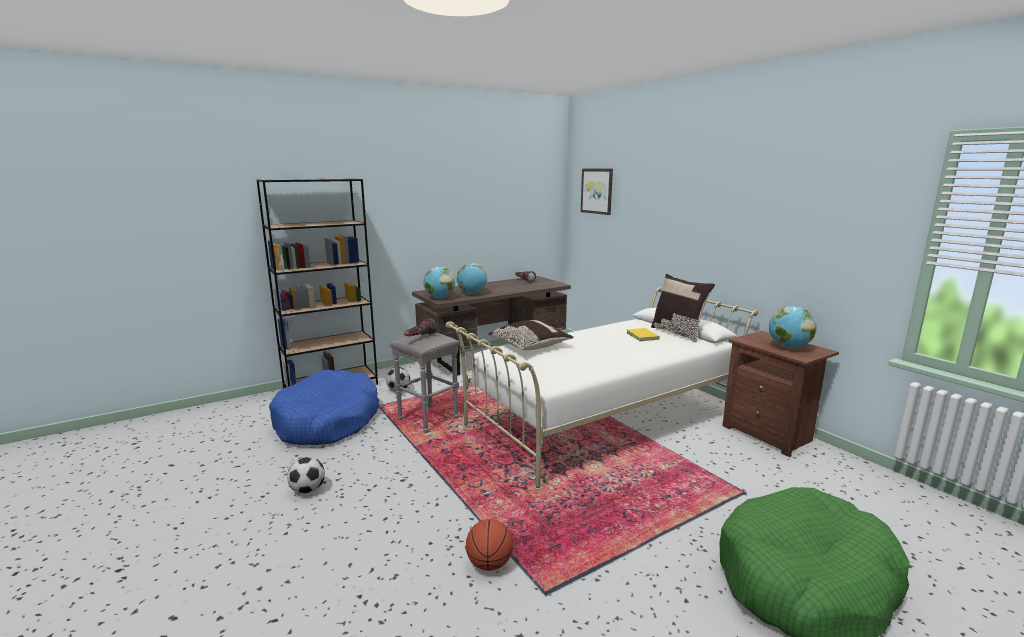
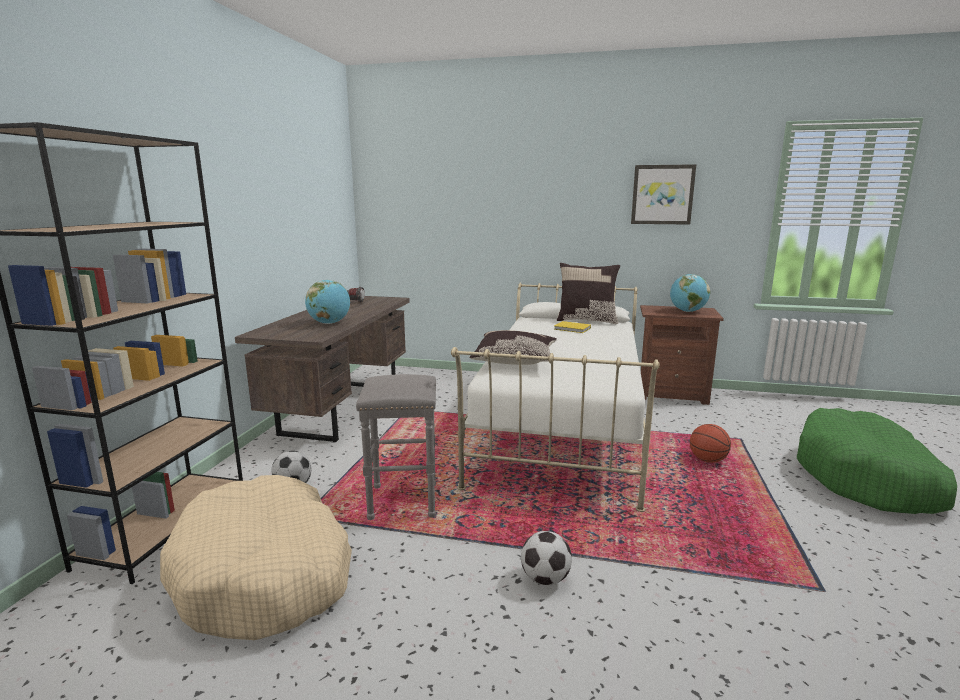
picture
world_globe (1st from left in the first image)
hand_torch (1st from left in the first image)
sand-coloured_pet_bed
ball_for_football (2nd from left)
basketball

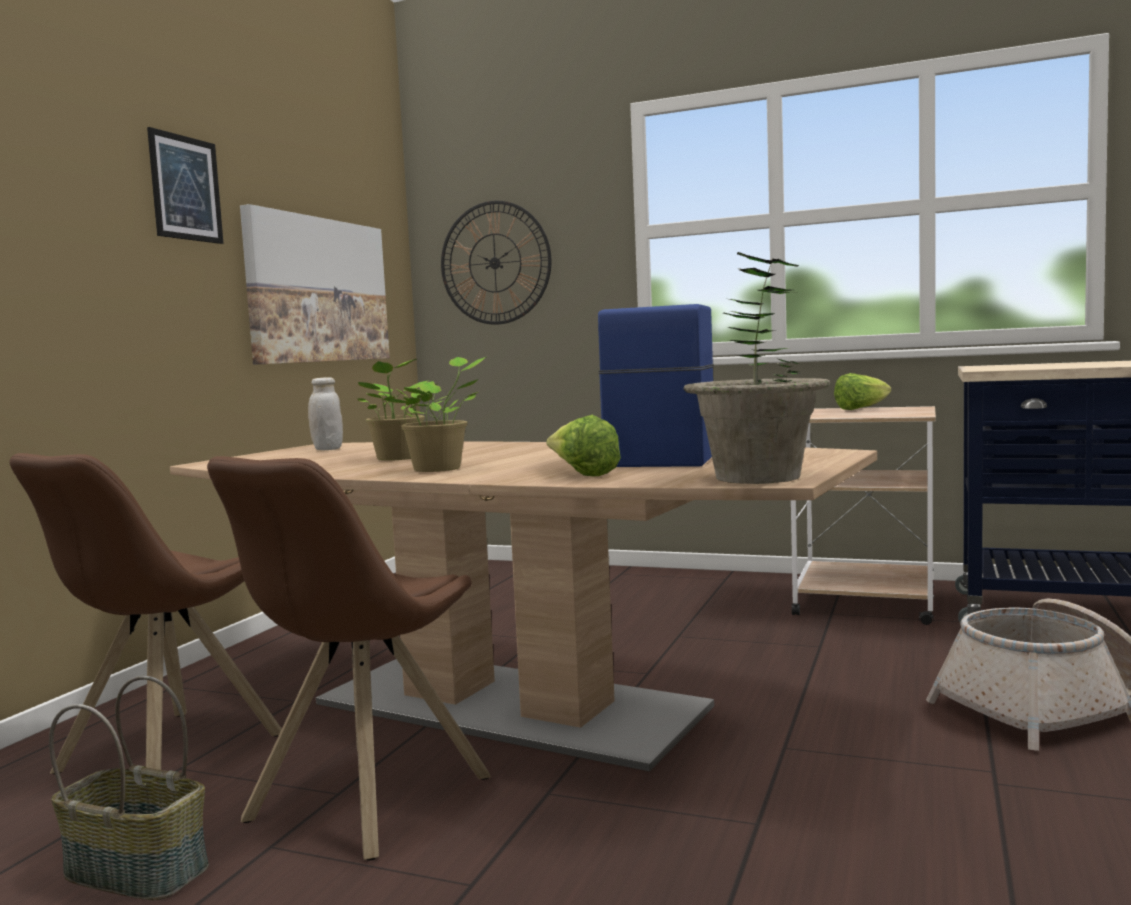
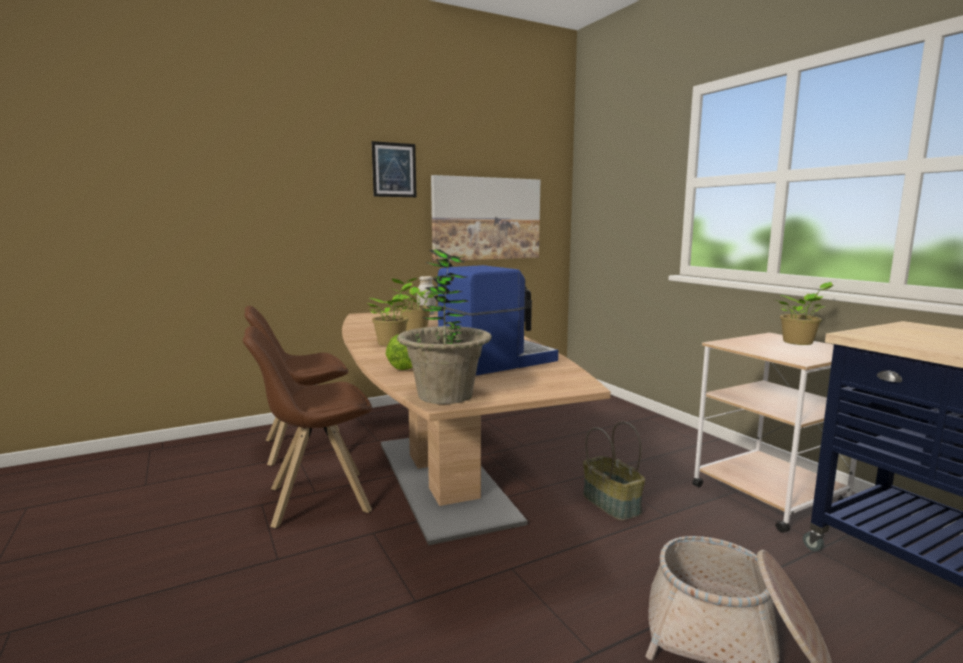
hanging_clock
potted_plant (4th from left)
basket (1st from left)

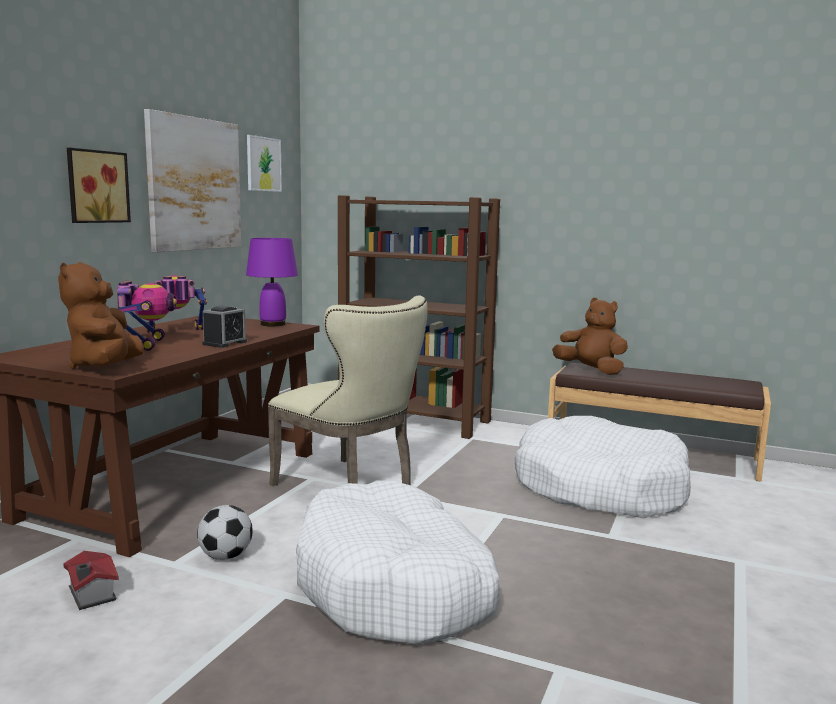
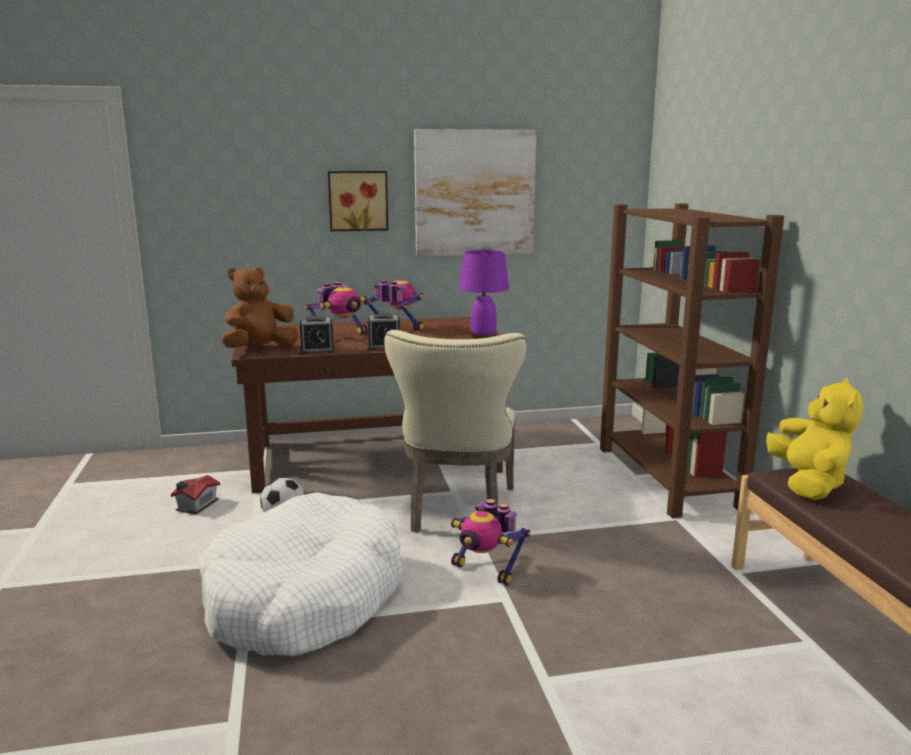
picture (3rd from left in the first image)
yellow_soft_toy
white_pet_bed (2nd from left in the first image)
alarm_clock (1st from left)
toy_robot (3rd from left)

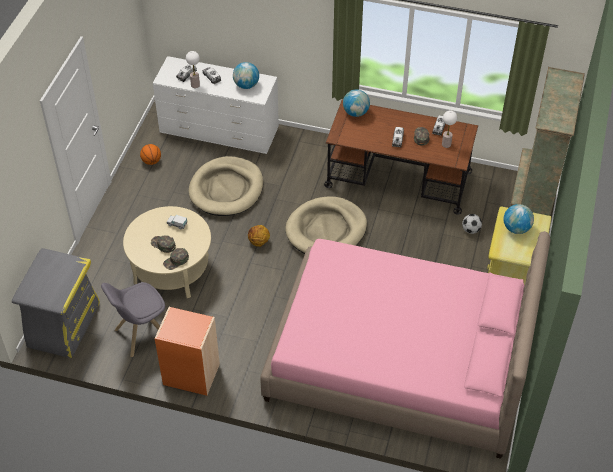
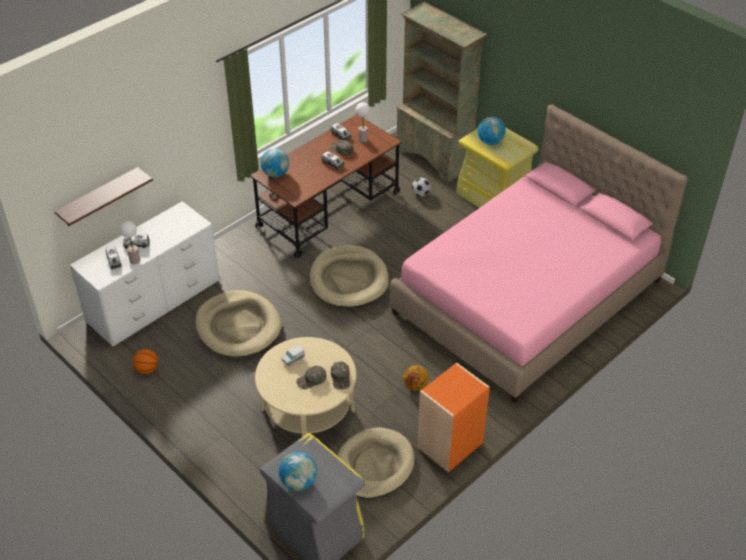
world_globe (2nd from left)
basketball (2nd from left)
sand-coloured_pet_bed (3rd from left)
wall_shelf

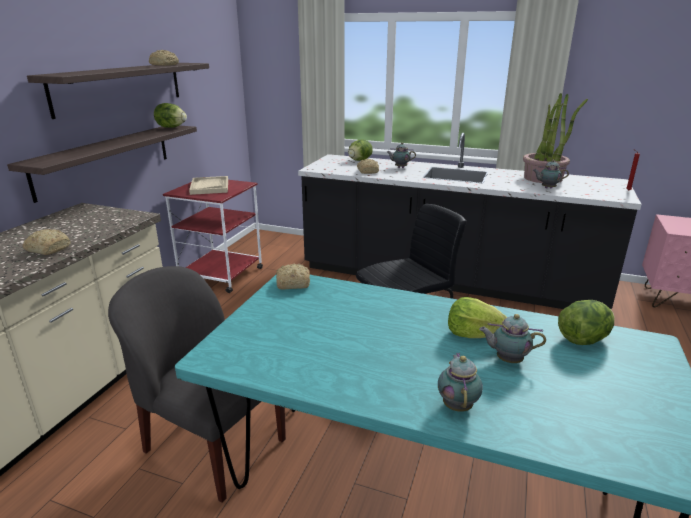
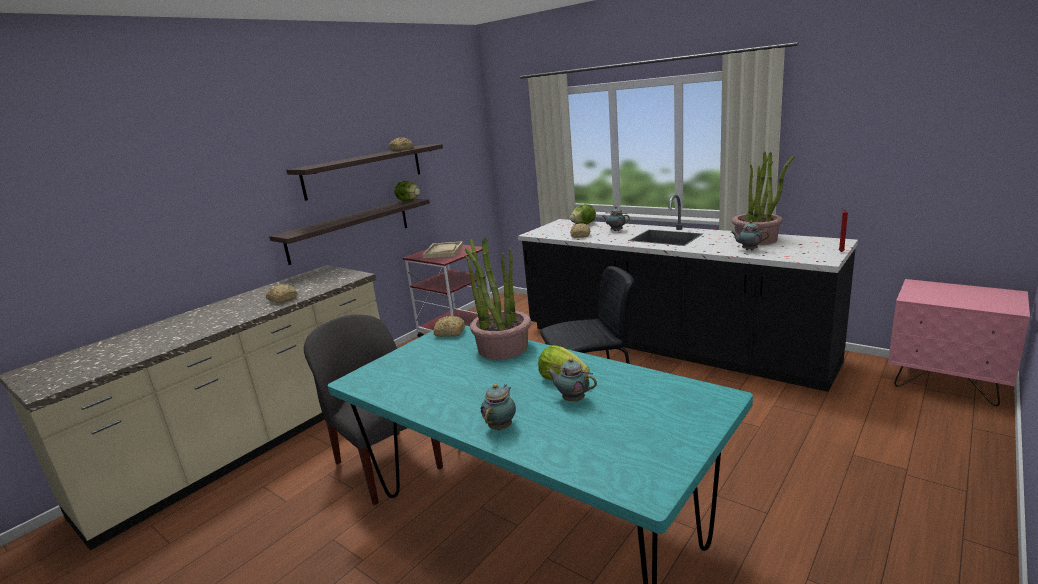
lettuce_head (4th from left in the first image)
potted_plant (1st from left)

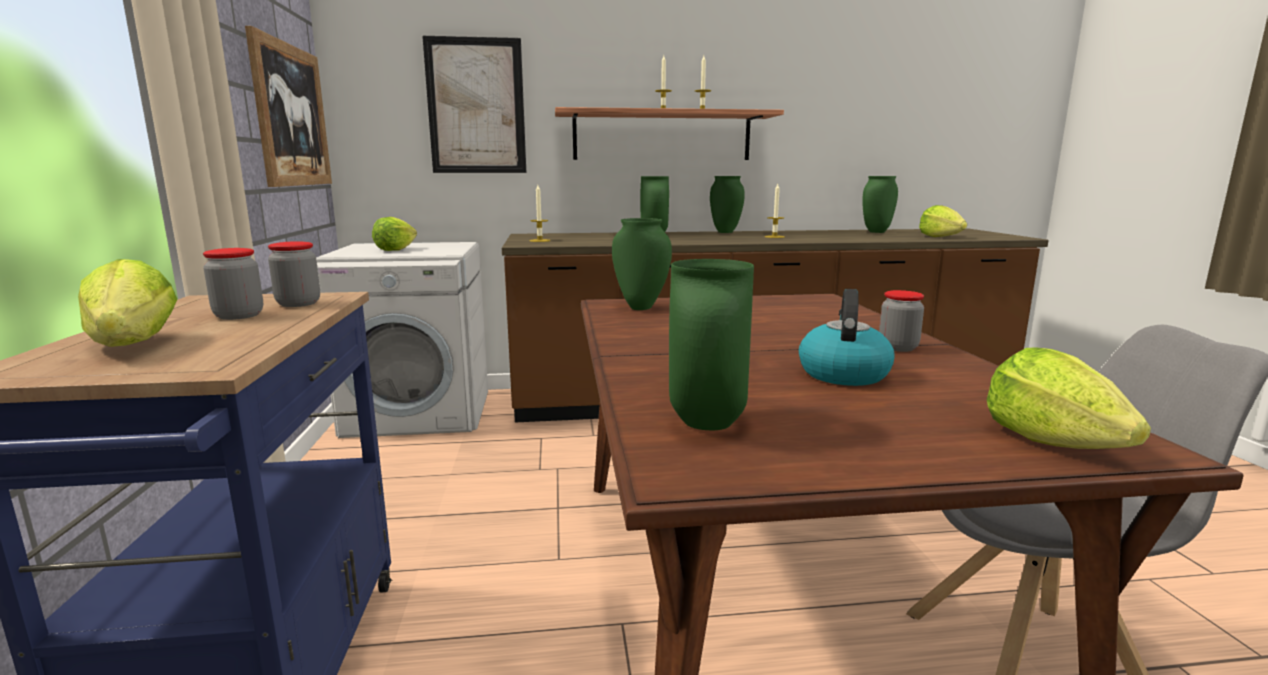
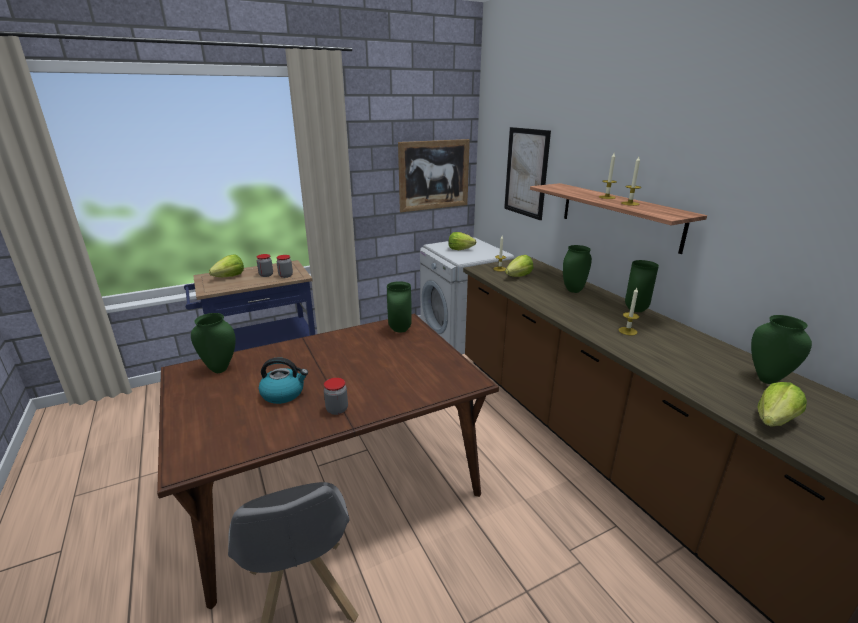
lettuce_head (3rd from left)

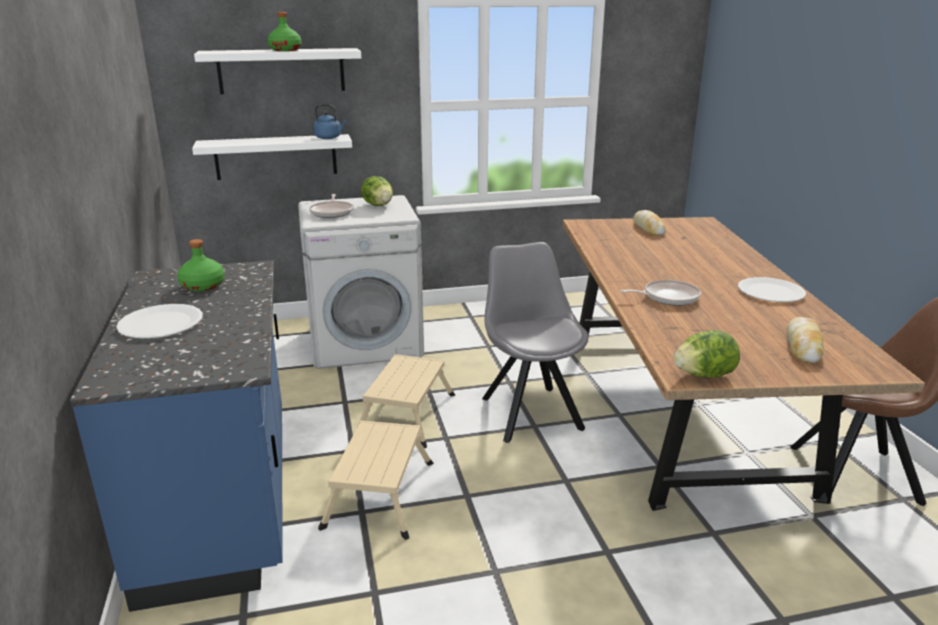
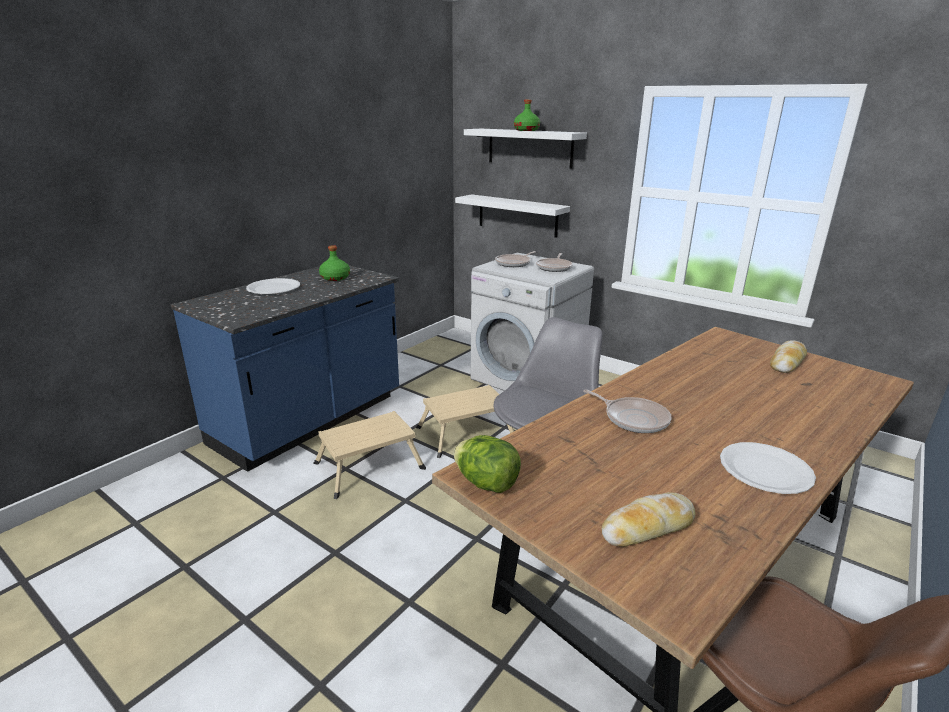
blue-coloured_water_kettle
frying_pan (2nd from left)

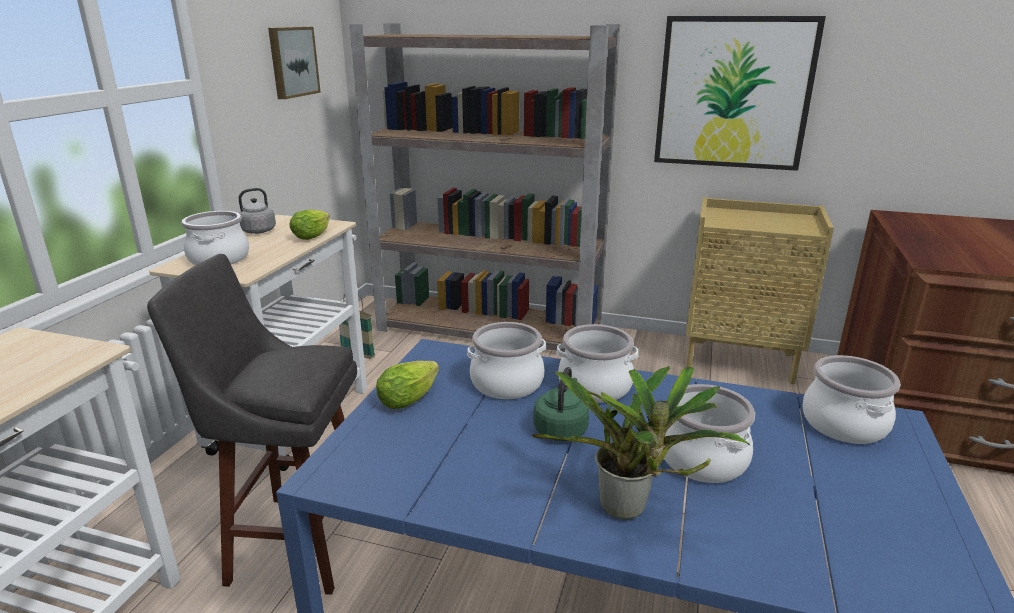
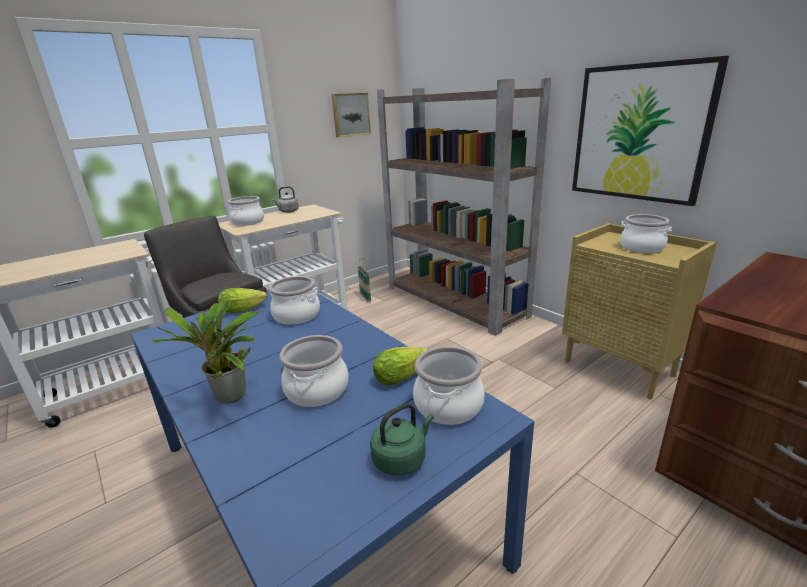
lettuce_head (2nd from left)
stockpot (5th from left)
green_water_kettle

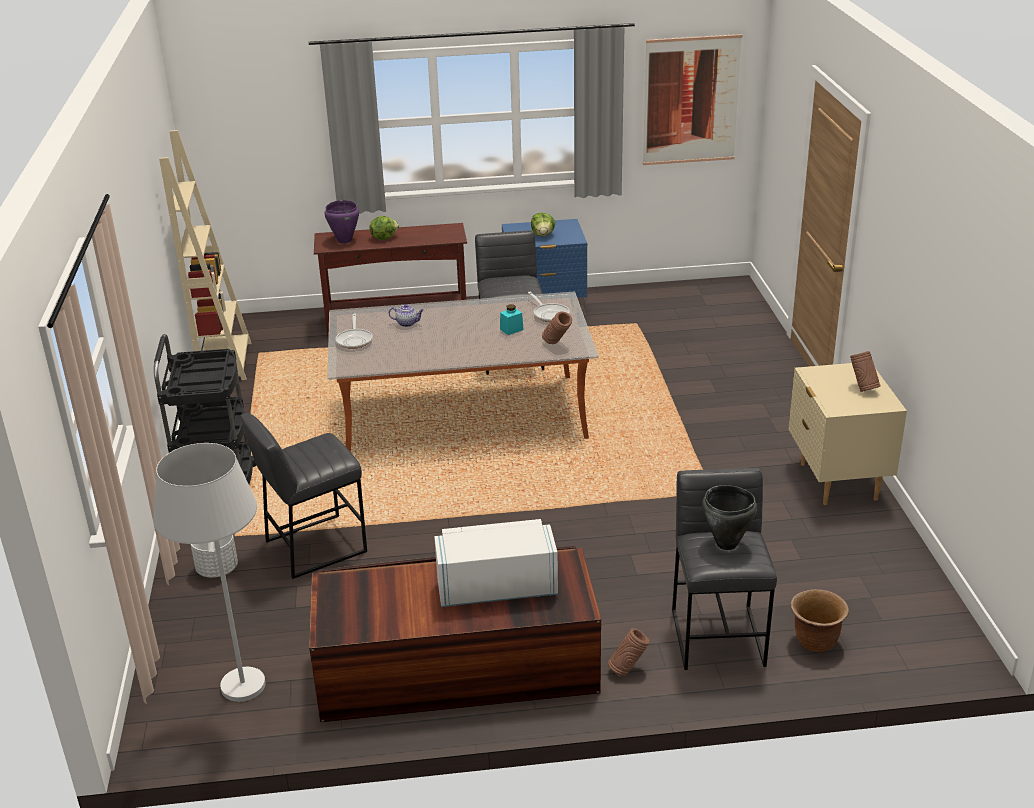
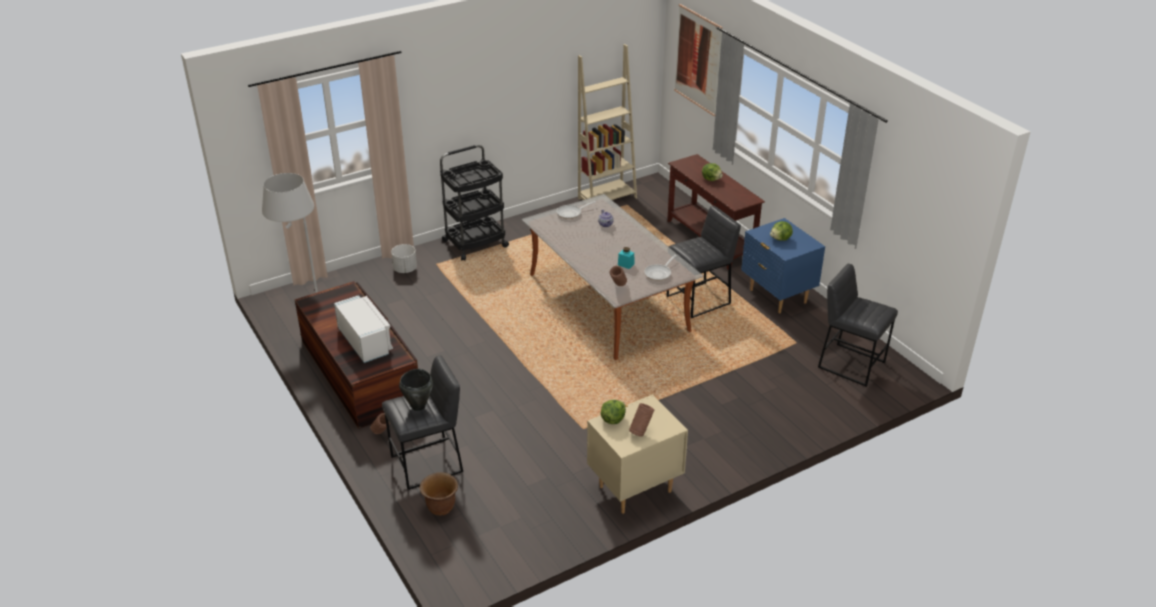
picture
purple-coloured_stockpot
greyish_stool_seat (3rd from left)
lettuce_head (1st from left)

